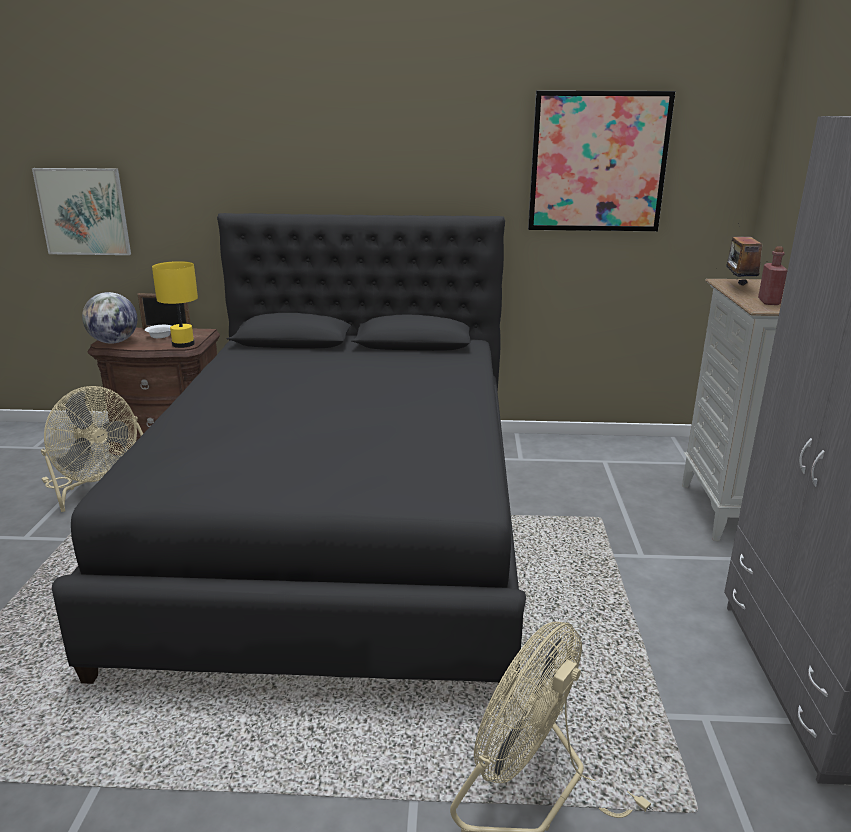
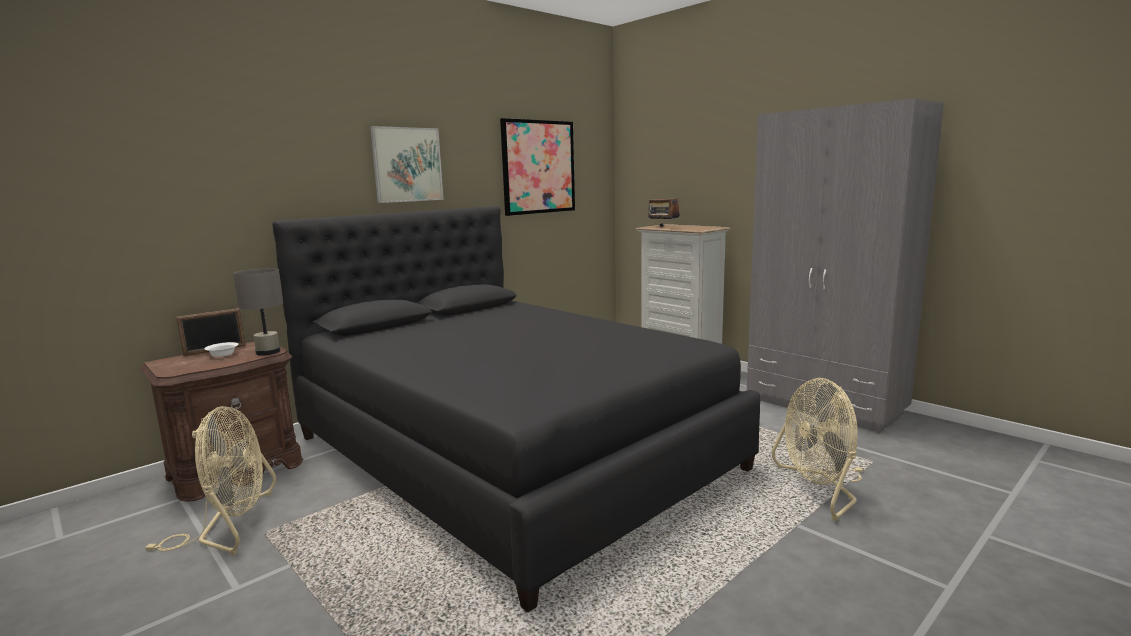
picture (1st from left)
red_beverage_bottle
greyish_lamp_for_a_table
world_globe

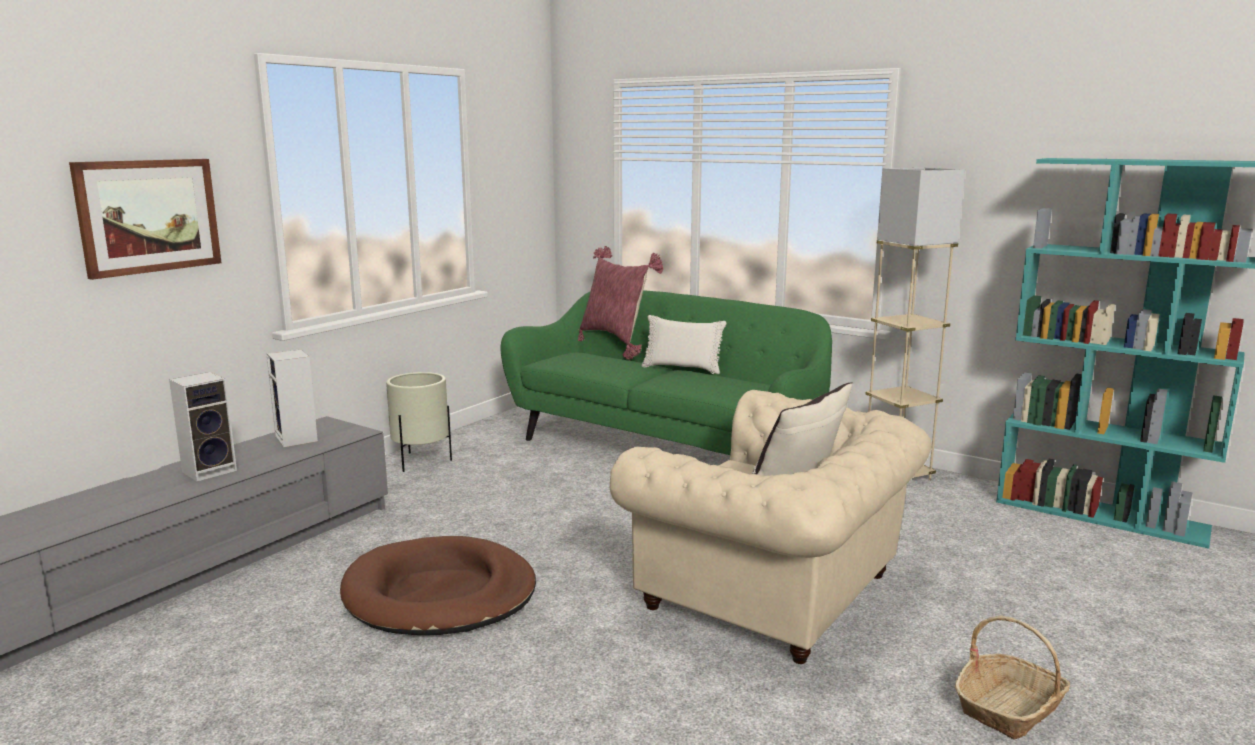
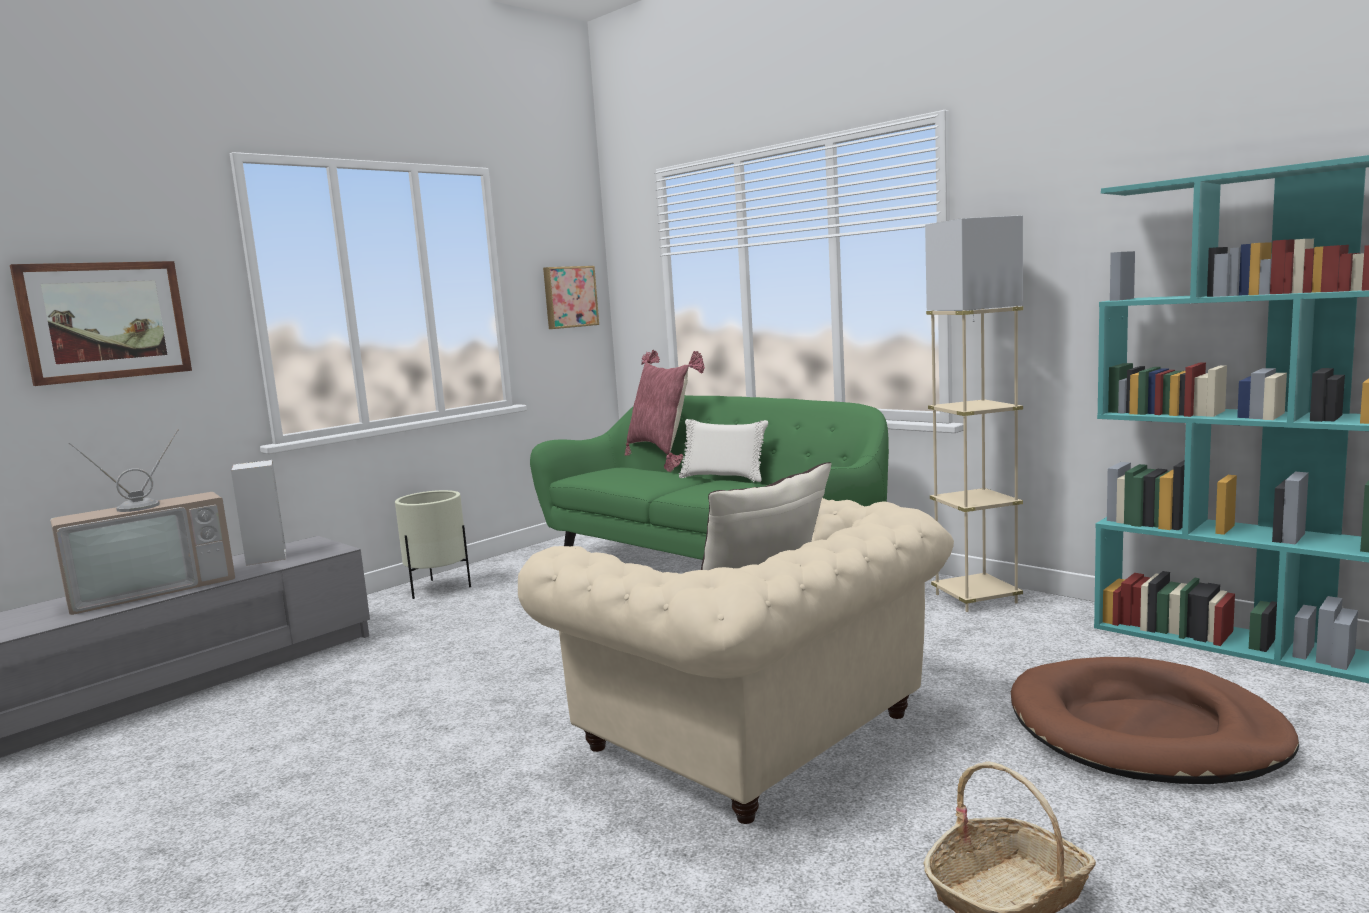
TV_set
brown_pet_bed
picture (2nd from left)

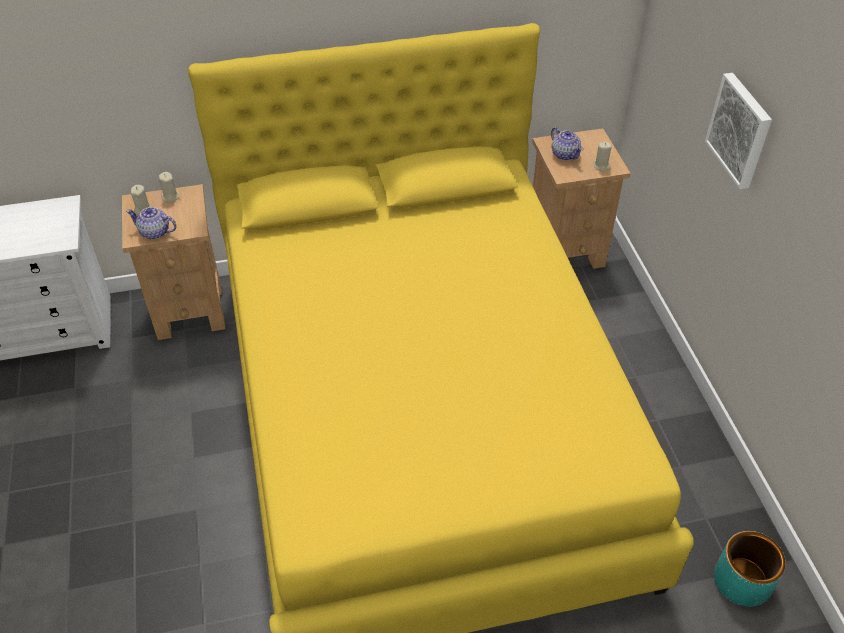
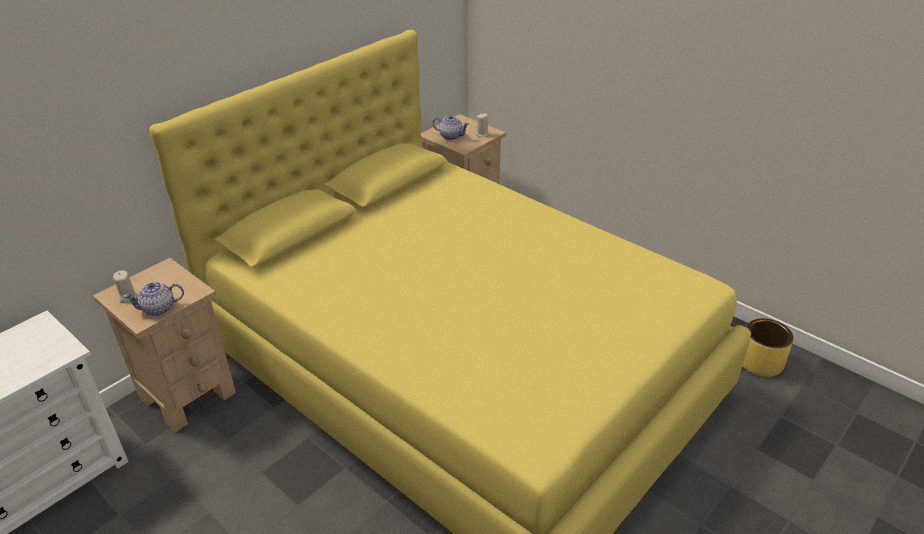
picture
sand-coloured_candle (2nd from left in the first image)
yellow_plant_pot

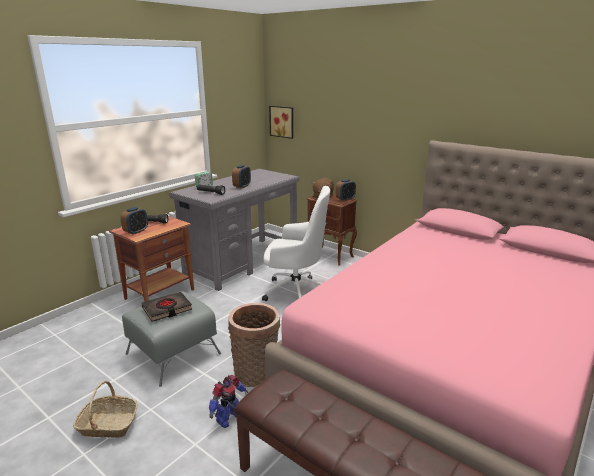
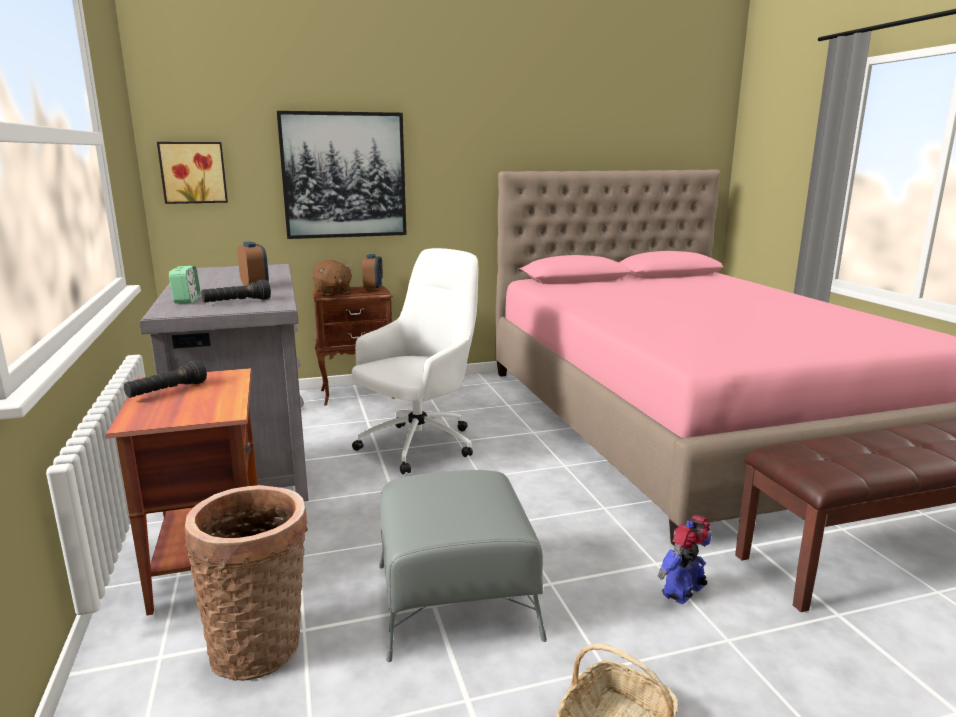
alarm_clock (1st from left in the first image)
black-coloured_book
basket (1st from left)
toy_robot
picture (2nd from left)

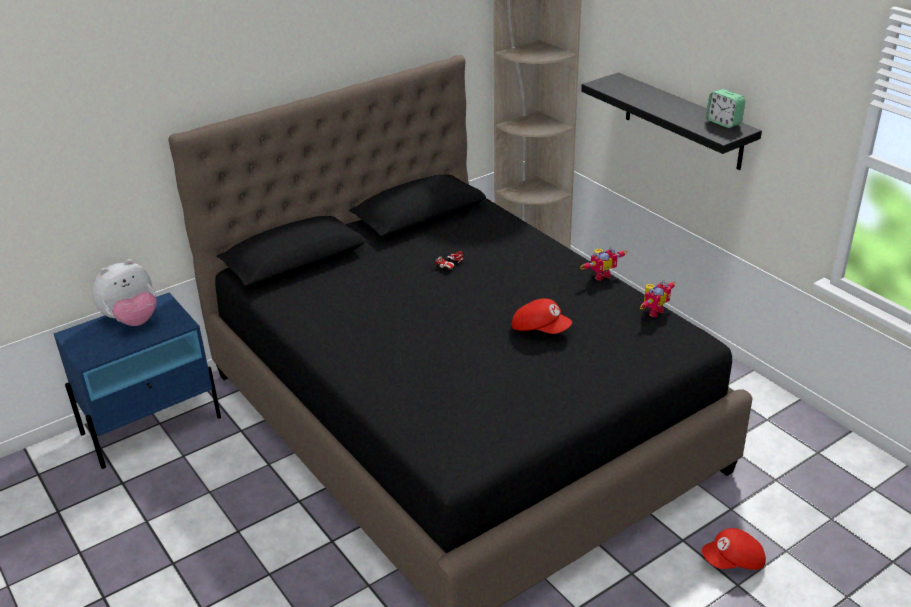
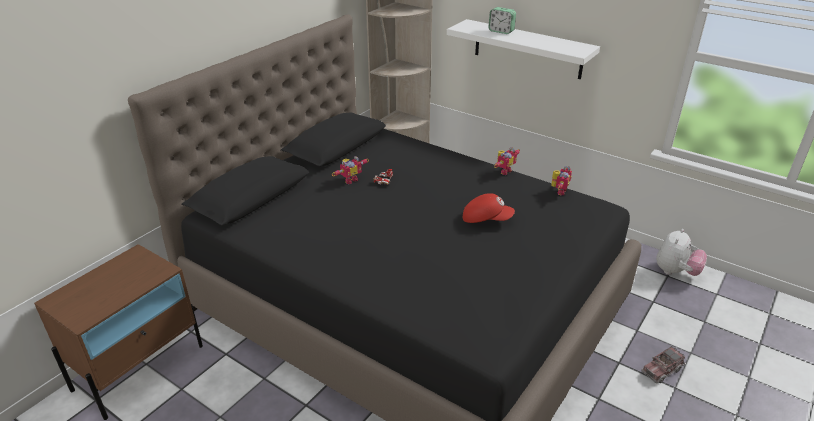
white_wall_shelf
alarm_clock
soft_toy
brown_night_table
model_truck
toy_robot (1st from left)

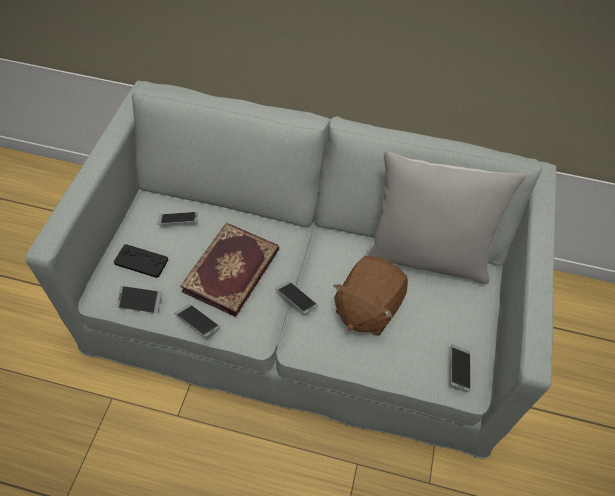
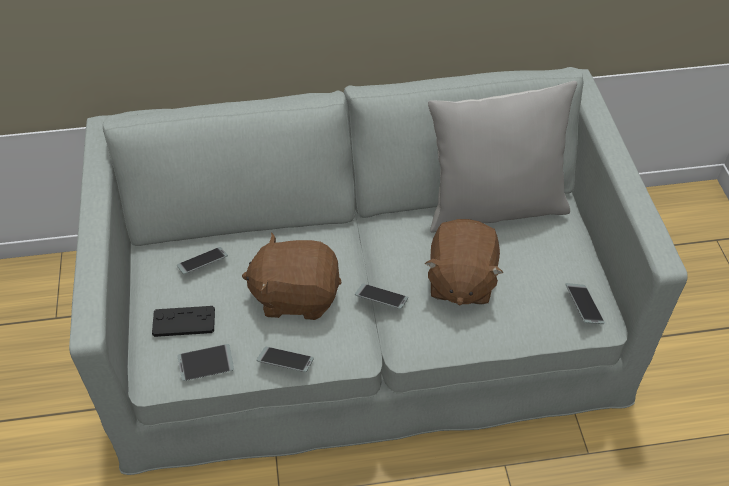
brown_soft_toy (1st from left)

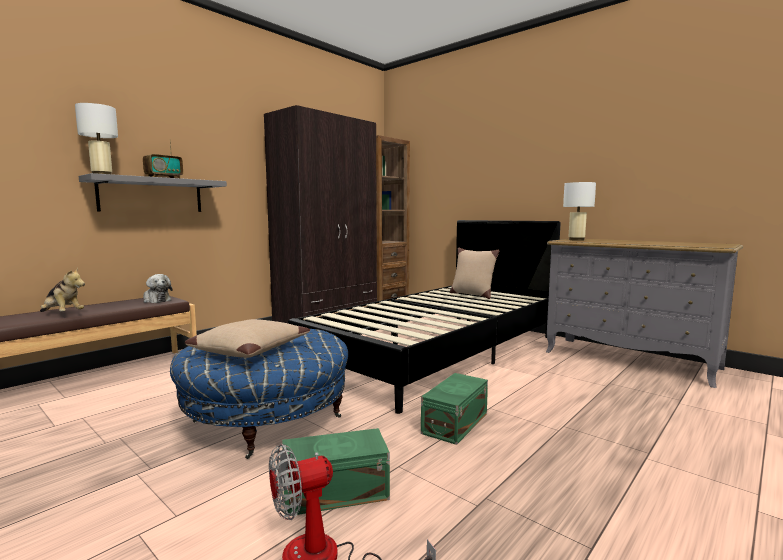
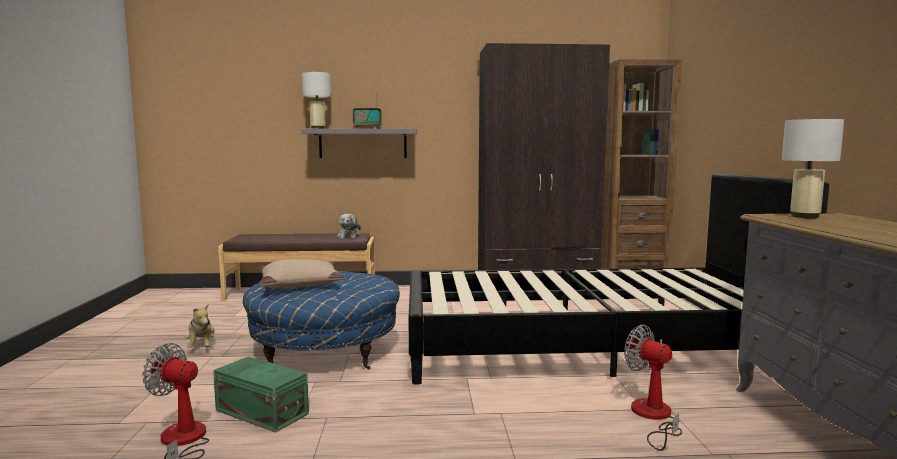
sand-coloured_cushion (2nd from left in the first image)
soft_toy (1st from left)
green_storage_container (2nd from left in the first image)
fan (2nd from left)

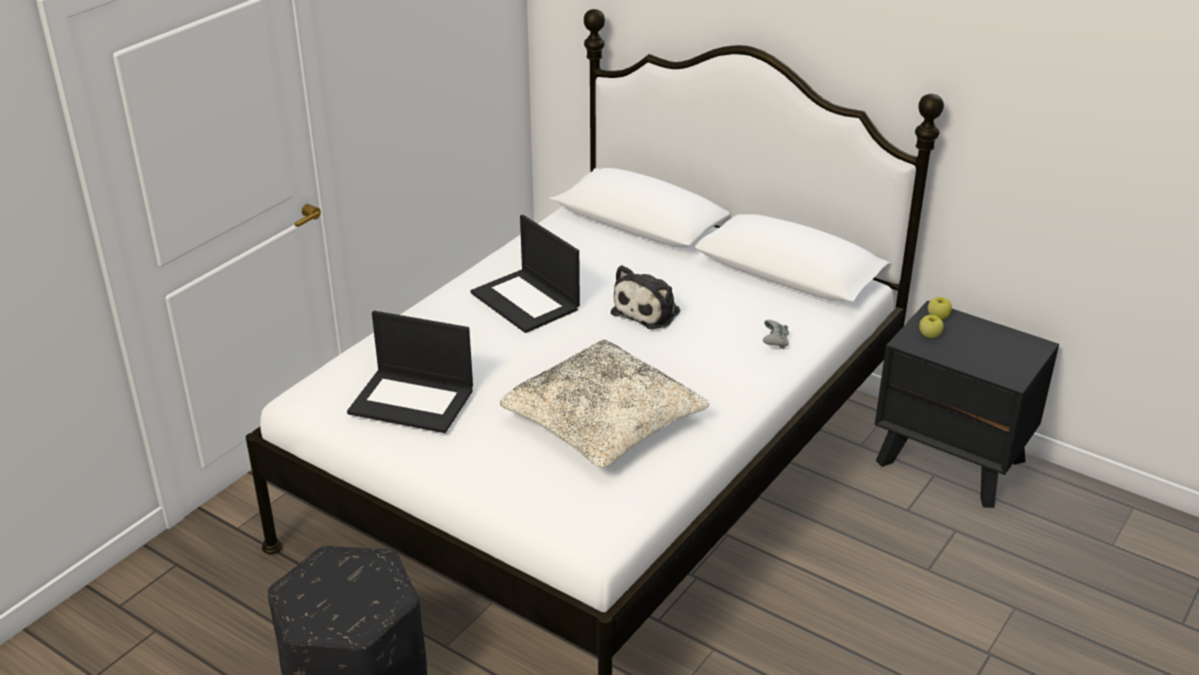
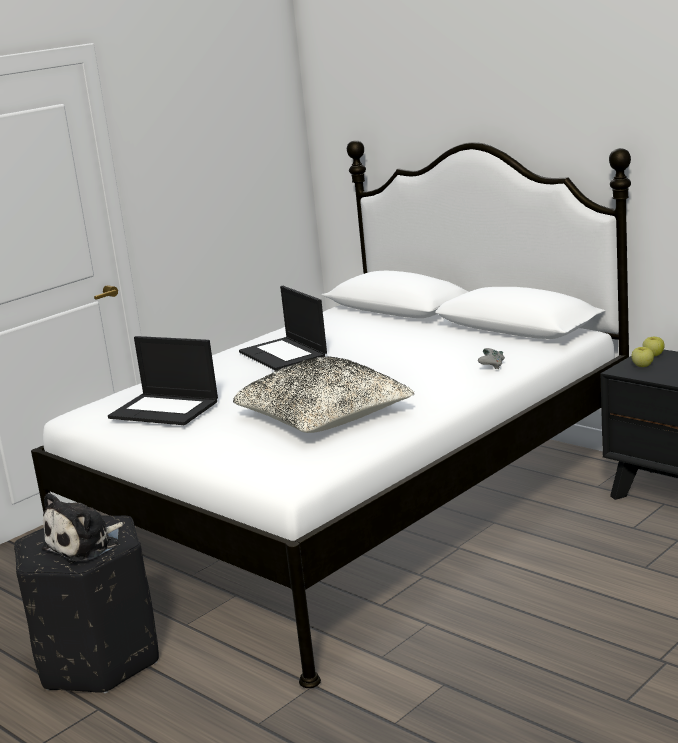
soft_toy

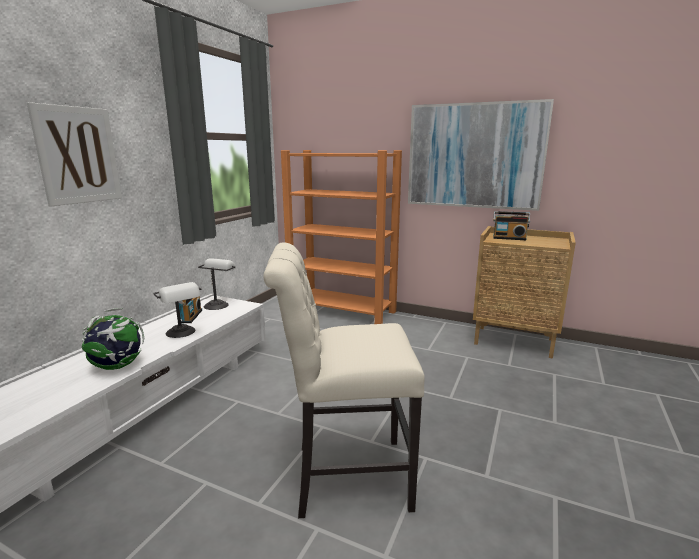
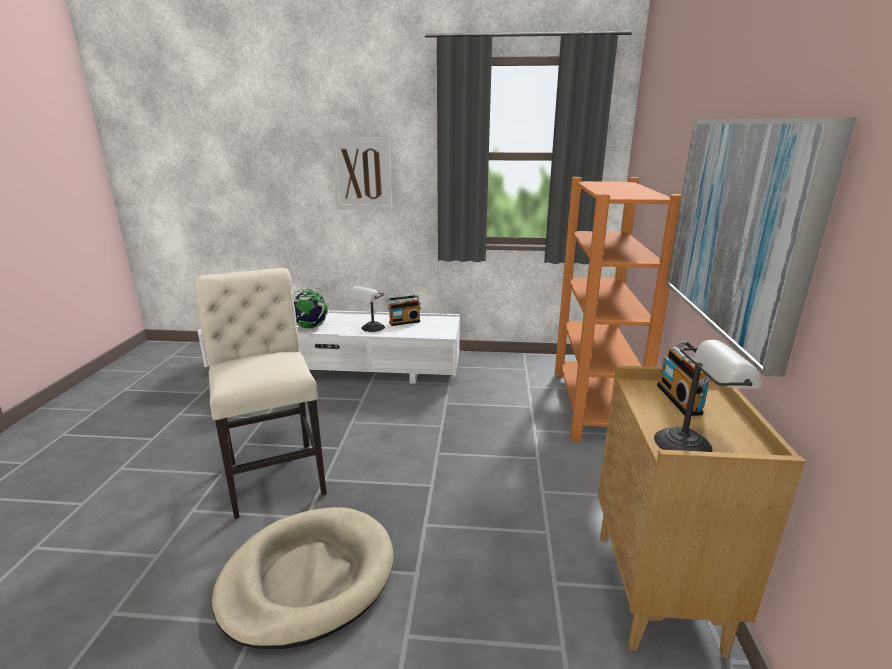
lamp_for_a_table (2nd from left)
sand-coloured_pet_bed

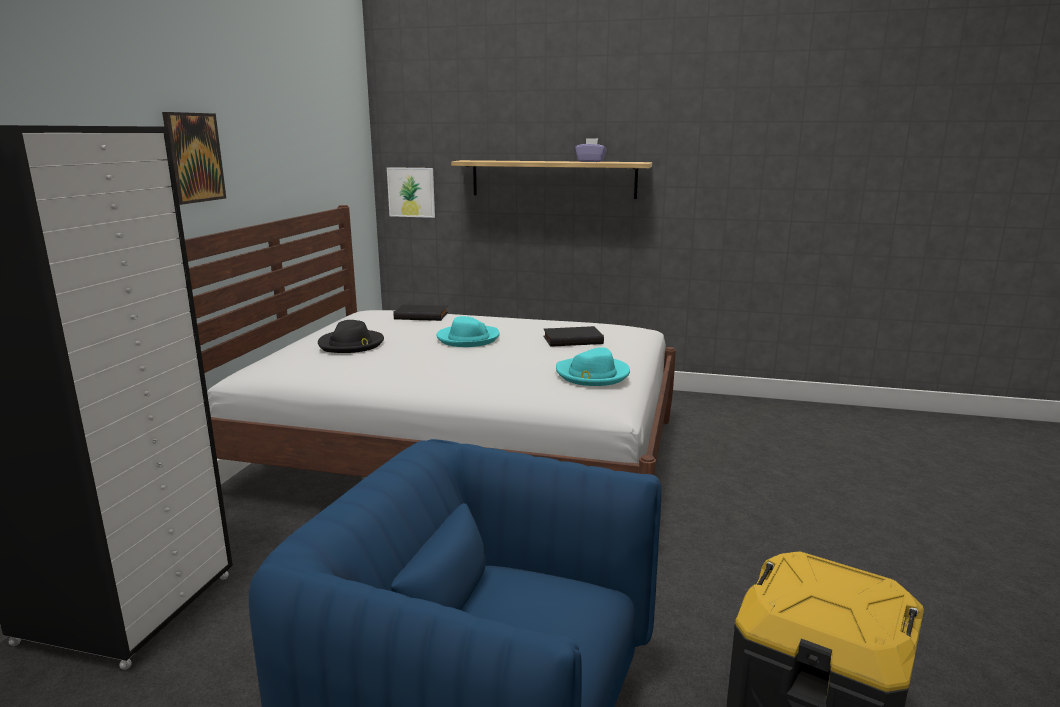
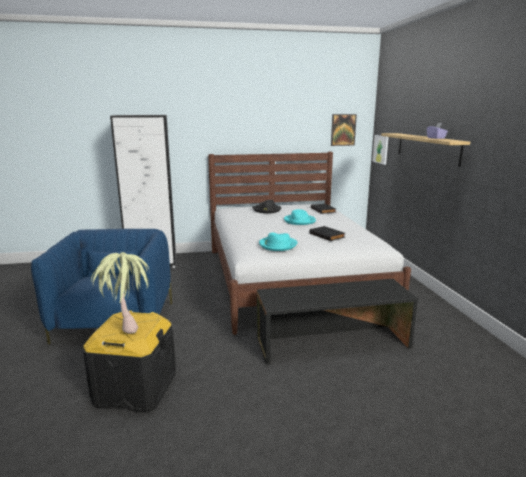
picture (1st from left)
potted_plant
black-coloured_bench

